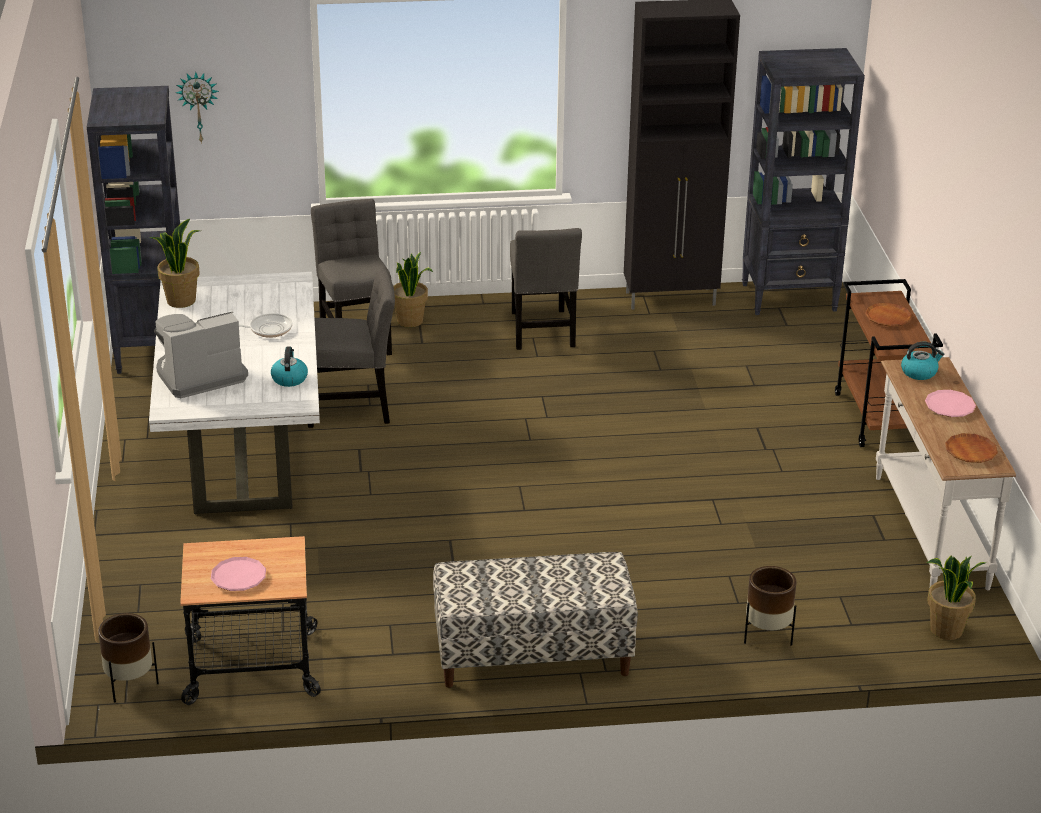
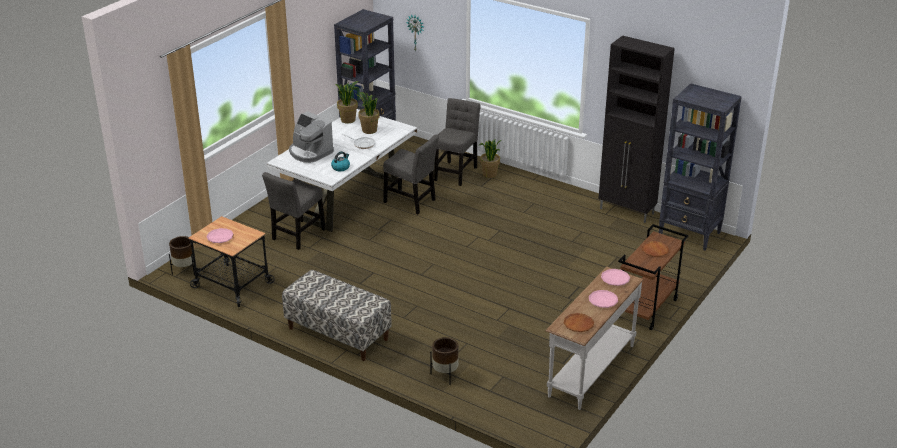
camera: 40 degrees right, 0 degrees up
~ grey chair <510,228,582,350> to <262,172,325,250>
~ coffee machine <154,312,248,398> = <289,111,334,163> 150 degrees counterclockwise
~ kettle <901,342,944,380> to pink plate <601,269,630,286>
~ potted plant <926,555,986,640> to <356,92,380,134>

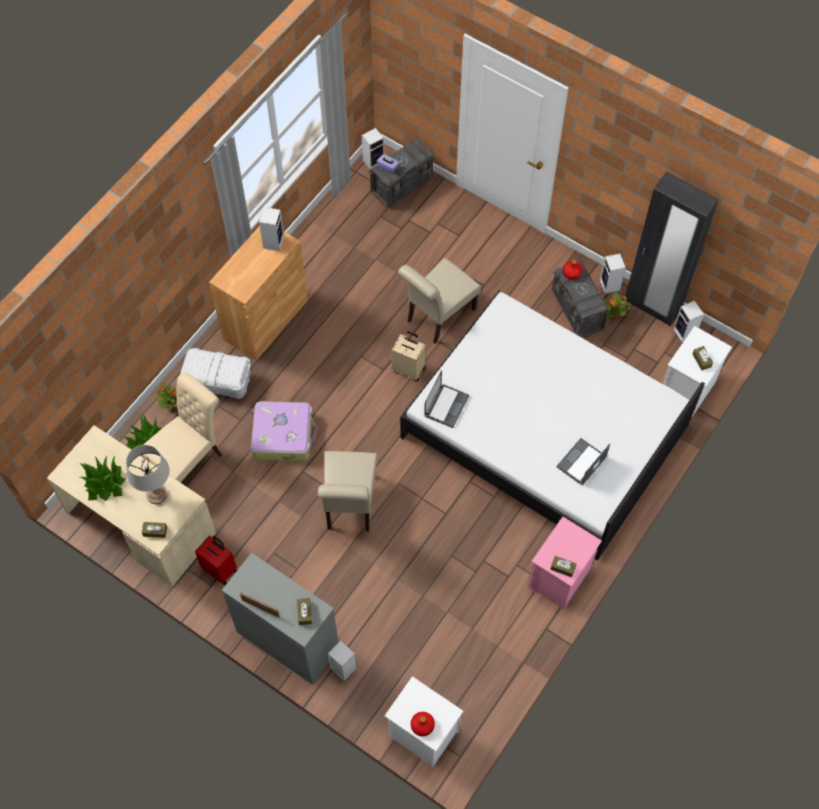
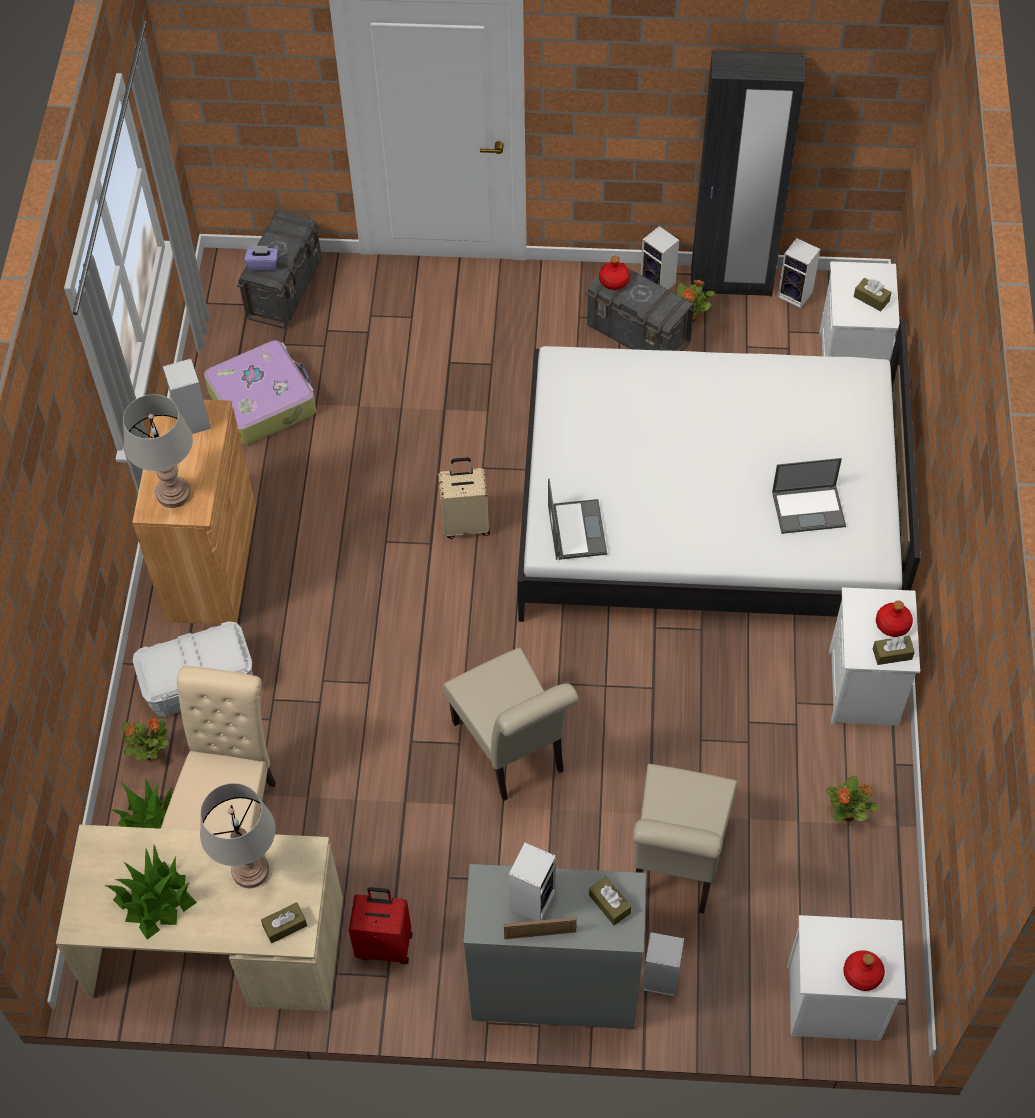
camera: 30 degrees left, 5 degrees down
~ speaker <362,128,384,169> to <508,843,556,921>
~ beige chair <398,258,481,344> to <633,764,737,914>
~ suitcase <251,401,317,461> to <204,340,316,445>
~ laptop <556,438,610,485> = <772,458,846,534> 105 degrees counterclockwise
~ pink nightstand <528,517,602,609> to white nightstand <829,587,920,726>
+ grey table lamp <123,394,193,508>
+ red bottle <876,601,913,637>
+ potted plant <826,776,878,822>

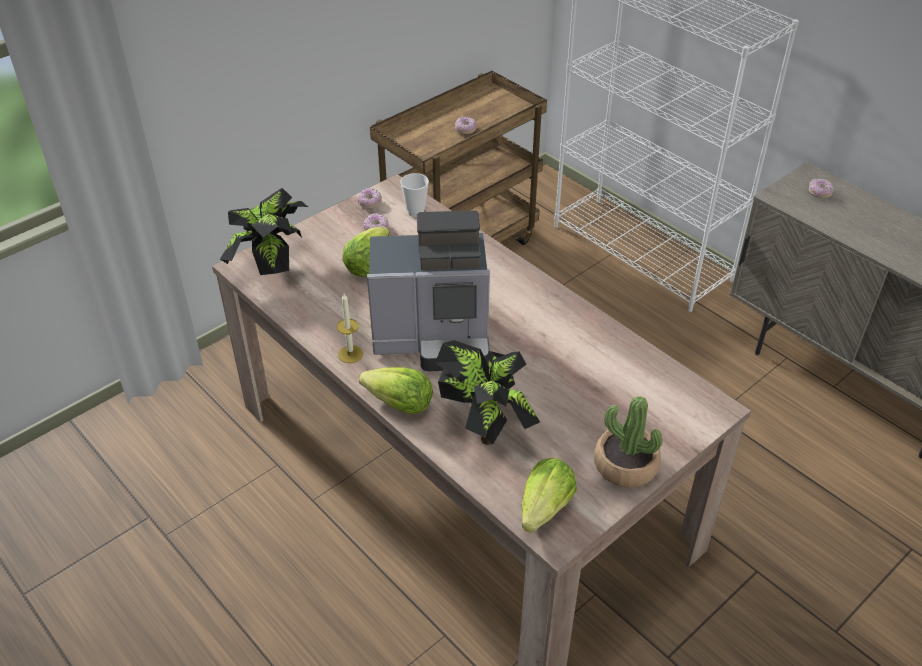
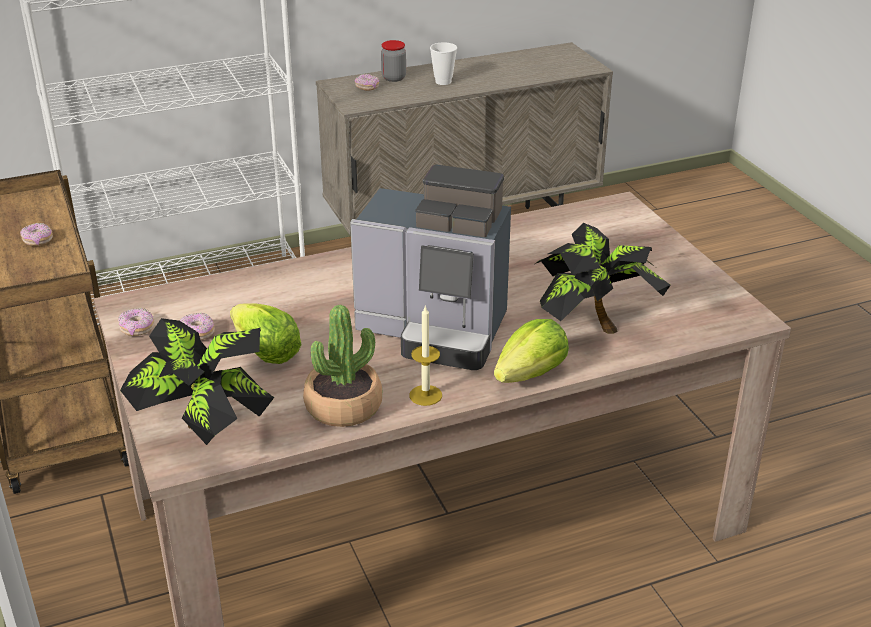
camera: 70 degrees left, 10 degrees down
~ cup <400,173,429,217> to <430,42,457,85>
~ coffee machine <367,210,490,371> = <350,165,511,370> 90 degrees clockwise
~ potted plant <594,396,662,488> to <303,305,382,427>
- lettuce <522,458,577,533>
+ jar <381,40,406,82>

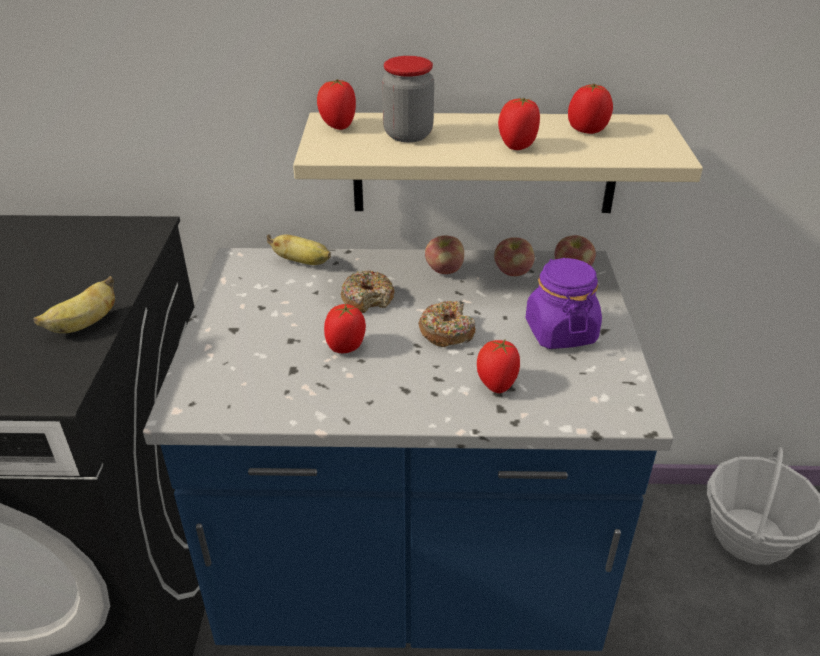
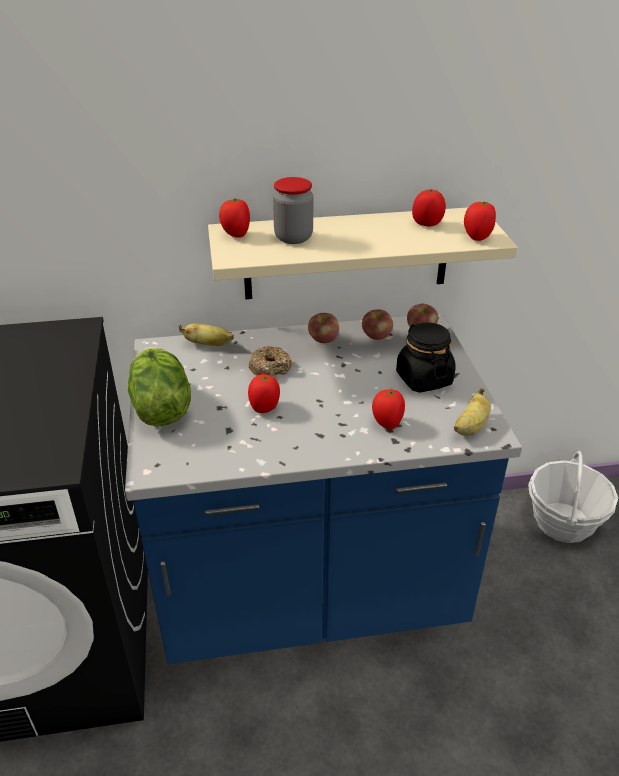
camera: 10 degrees left, 0 degrees up
~ tomato <498,98,540,150> to <464,202,496,241>
~ purple jar <526,258,602,349> to black jar <396,322,456,393>
~ banana <33,276,115,333> to <454,388,491,436>
- donut <418,301,475,347>
+ lettuce <128,347,191,426>

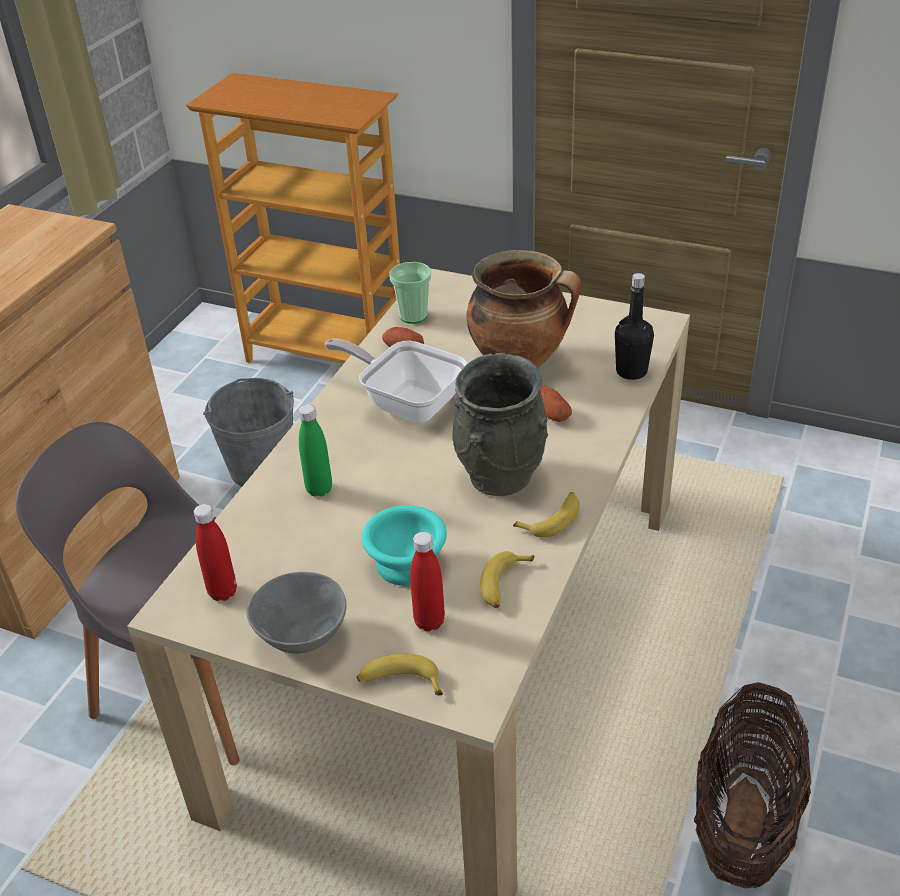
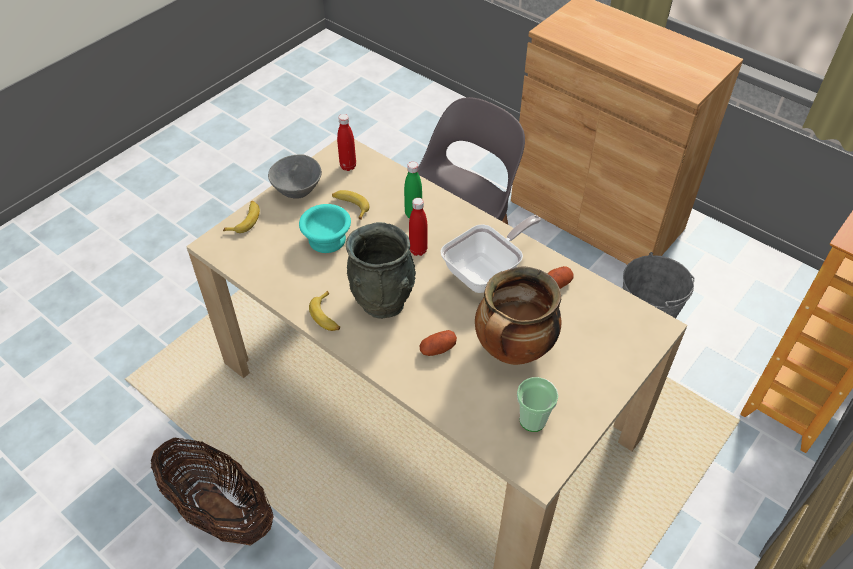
camera: 105 degrees right, 10 degrees up
~ cup <389,262,431,324> to <517,377,558,432>
- black bottle <615,273,654,380>
~ red bottle <410,532,445,631> to <409,198,428,256>
~ banana <480,551,534,608> to <332,190,369,220>

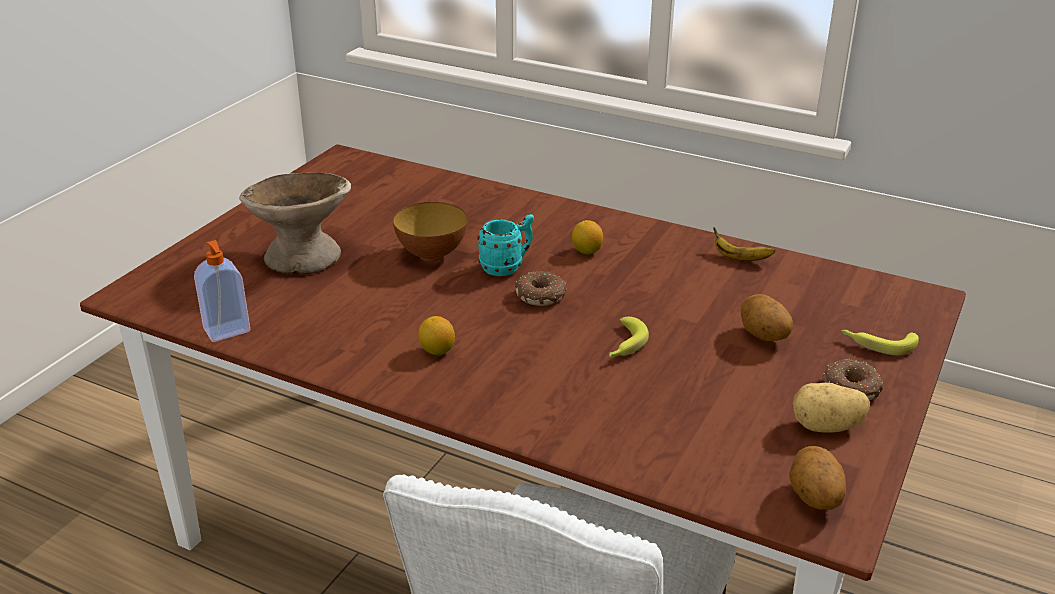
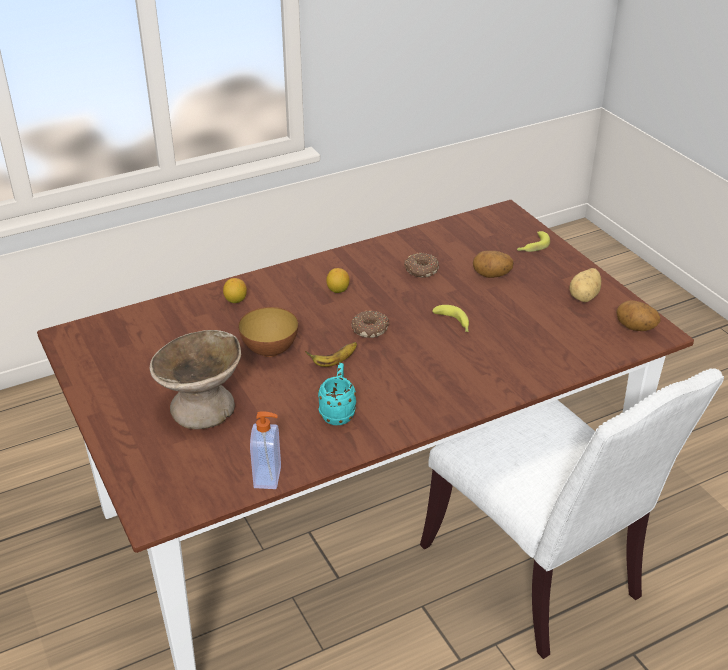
camera: 55 degrees left, 5 degrees up
~ turquoise mug <477,214,534,276> to <318,363,356,425>
~ banana <713,227,775,261> to <305,342,357,367>
~ lemon <418,316,455,355> to <223,278,247,303>
~ donut <822,359,883,400> to <404,253,439,277>

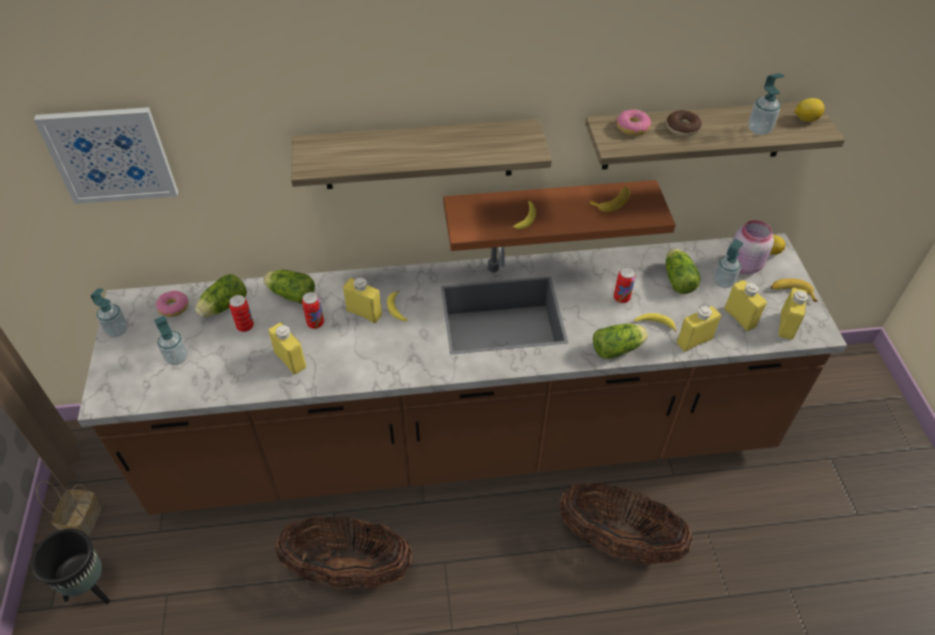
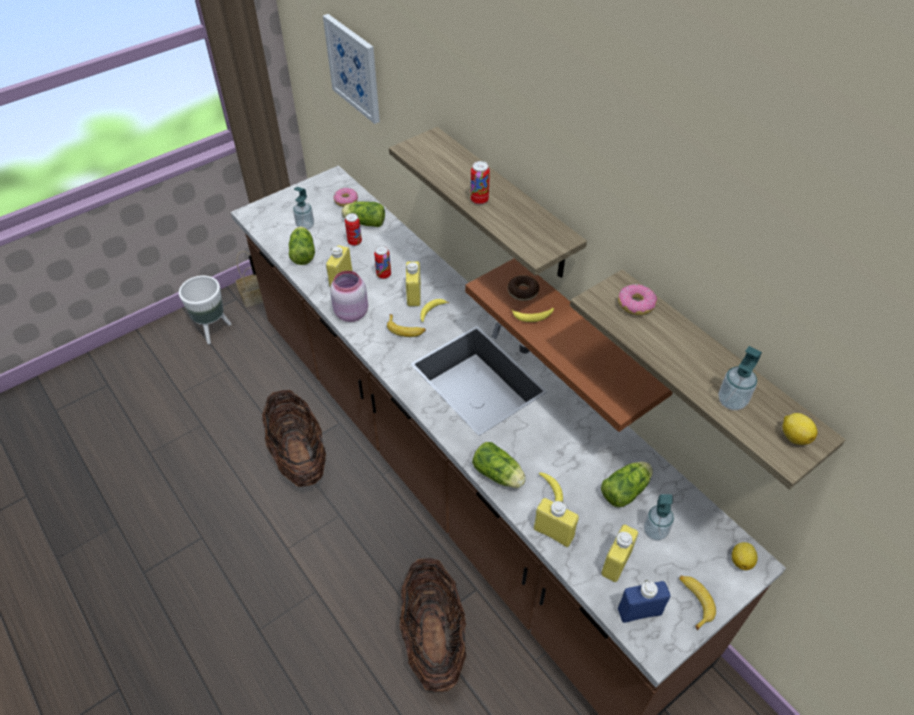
camera: 60 degrees right, 0 degrees up
~ donut <666,110,702,136> to <508,275,539,301>
~ banana <588,186,630,212> to <387,314,426,337>
~ pink jar <733,220,774,274> to <330,271,368,322>
~ can <614,267,635,303> to <470,161,490,205>
~ lettuce <263,270,315,304> to <289,226,315,265>
- soap dispenser <91,288,128,337>
~ yellow bottle <778,288,808,340> to blue bottle <618,580,671,623>
~ black planter <31,529,110,604> to white planter <179,276,232,344>

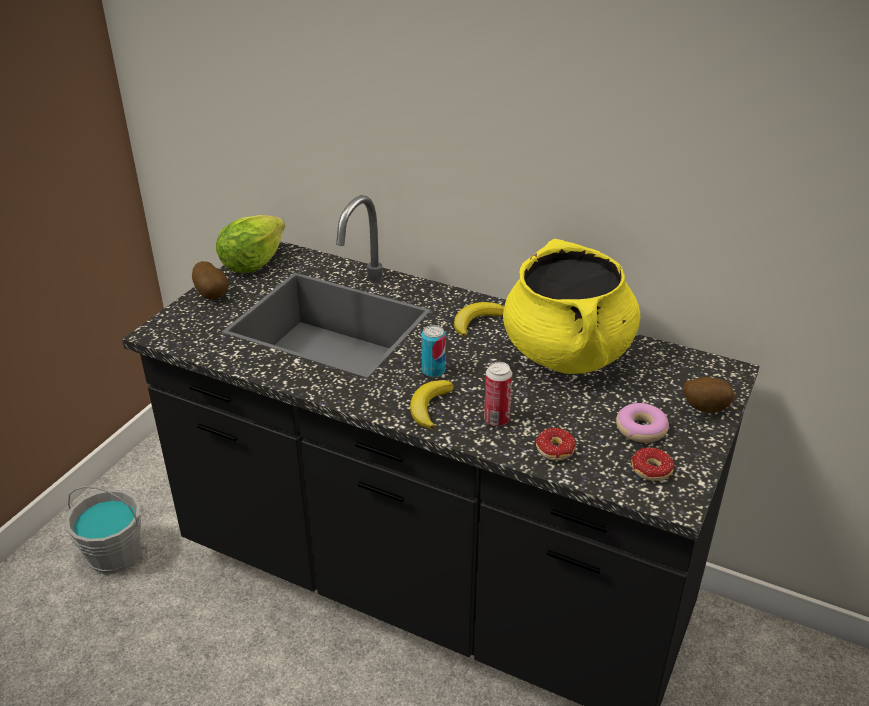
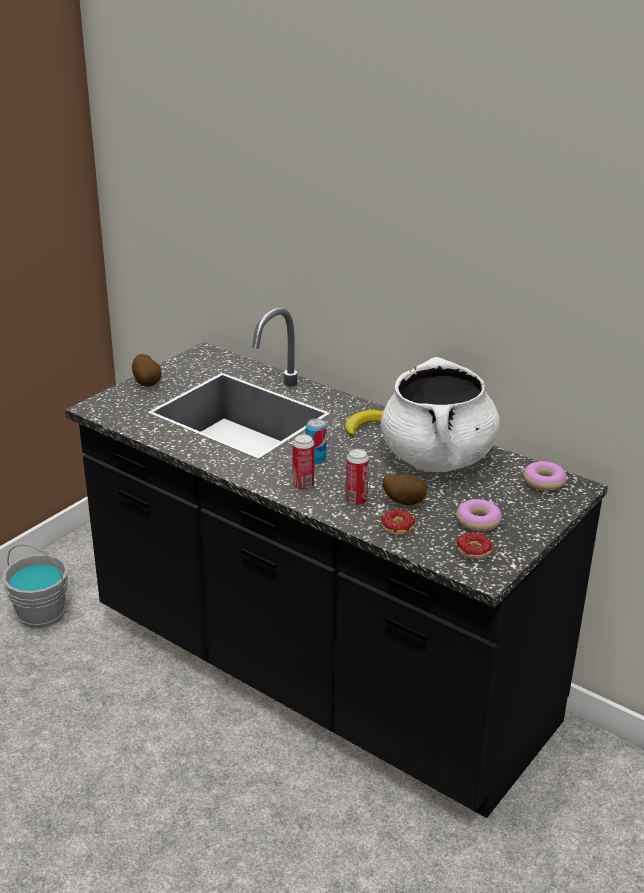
camera: 10 degrees right, 5 degrees down
- lettuce <216,215,285,273>
~ yellow cooking pot <503,239,640,374> to white cooking pot <381,357,500,472>
~ potato <684,377,735,413> to <383,474,427,506>
~ banana <410,380,454,429> to can <292,434,314,490>
+ donut <523,461,567,491>

